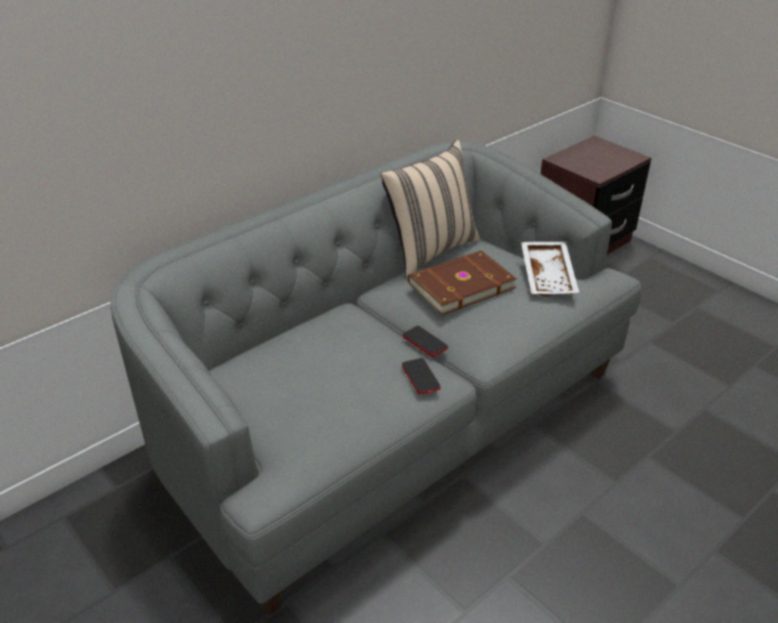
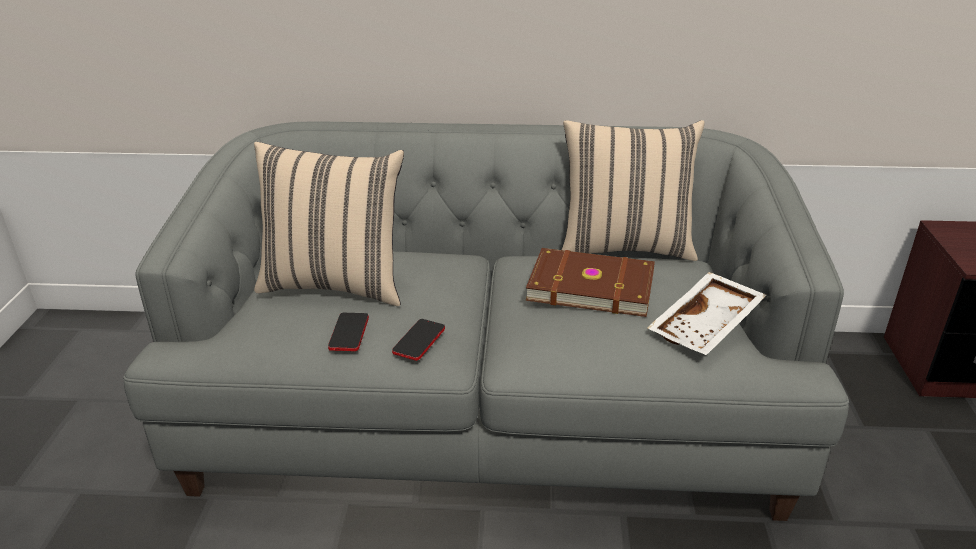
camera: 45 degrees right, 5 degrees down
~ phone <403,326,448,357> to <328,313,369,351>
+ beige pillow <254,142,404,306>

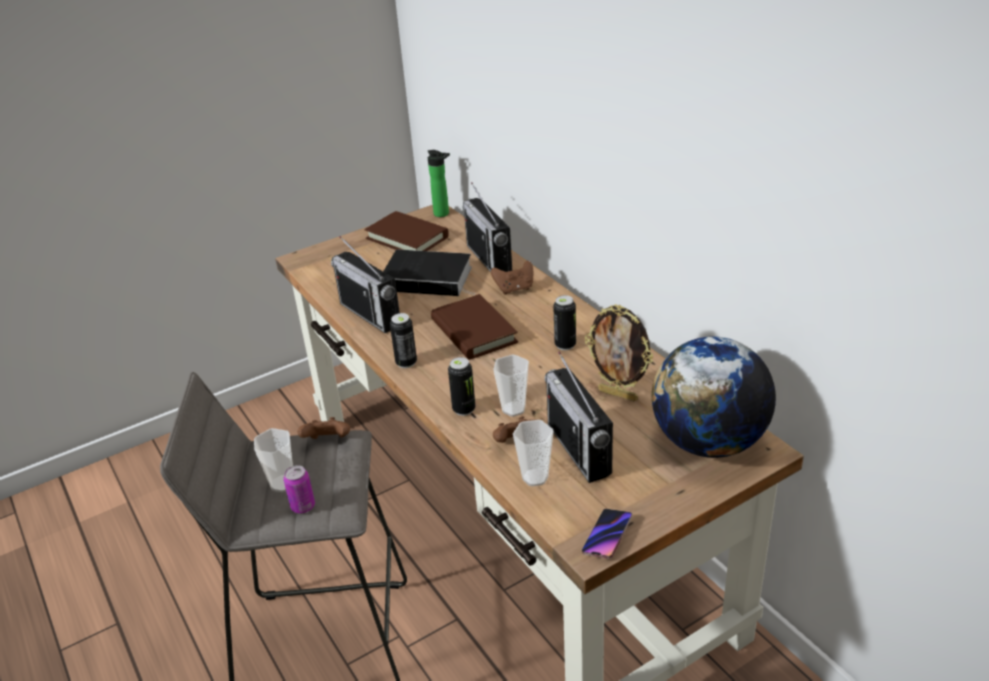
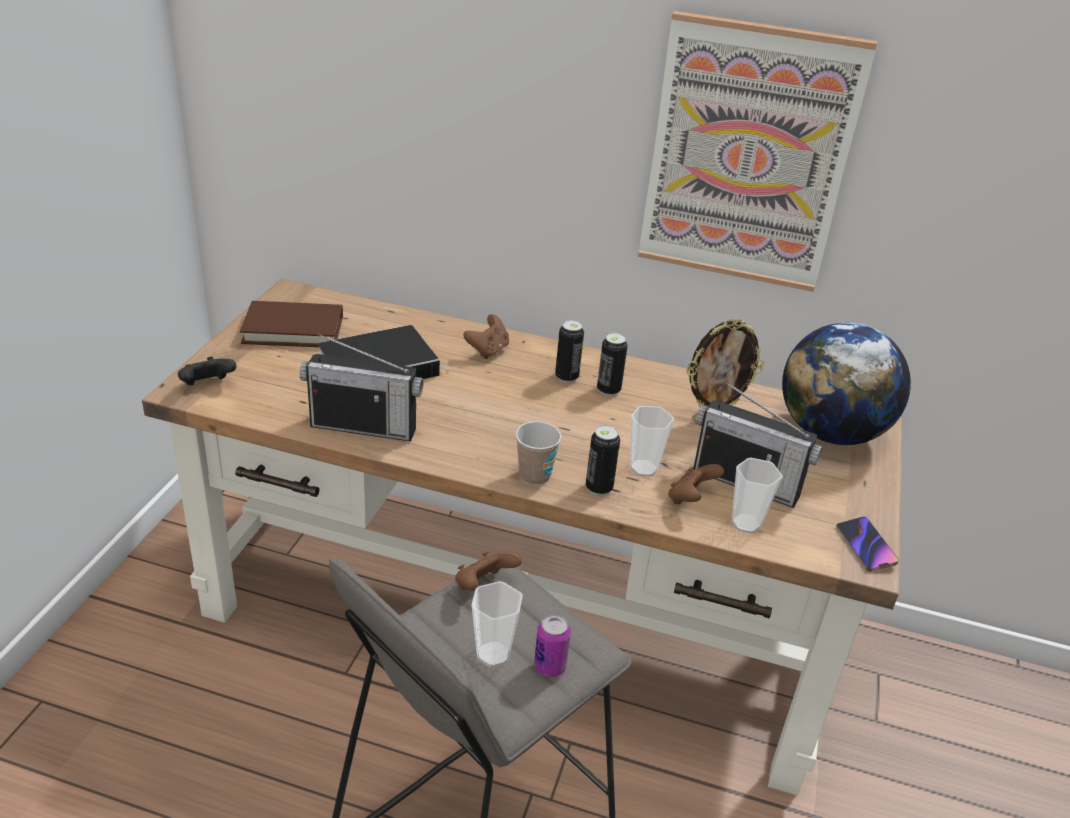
camera: 45 degrees left, 0 degrees up
- bottle <428,150,450,217>
- radio <463,182,512,272>
- brown book <431,294,518,360>
~ can <390,313,417,368> to <555,320,584,383>
+ picture <638,11,877,292>
+ black game controller <178,357,236,385>
+ cup <515,422,561,485>

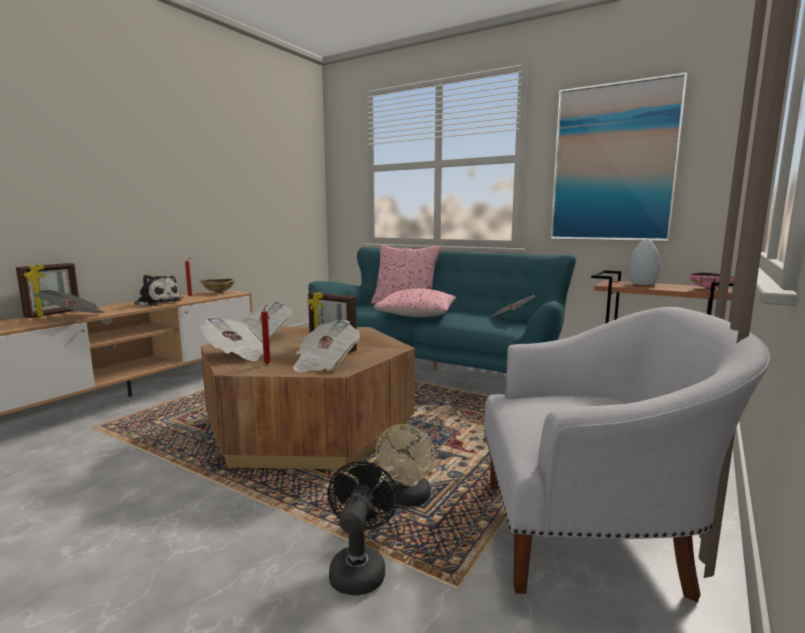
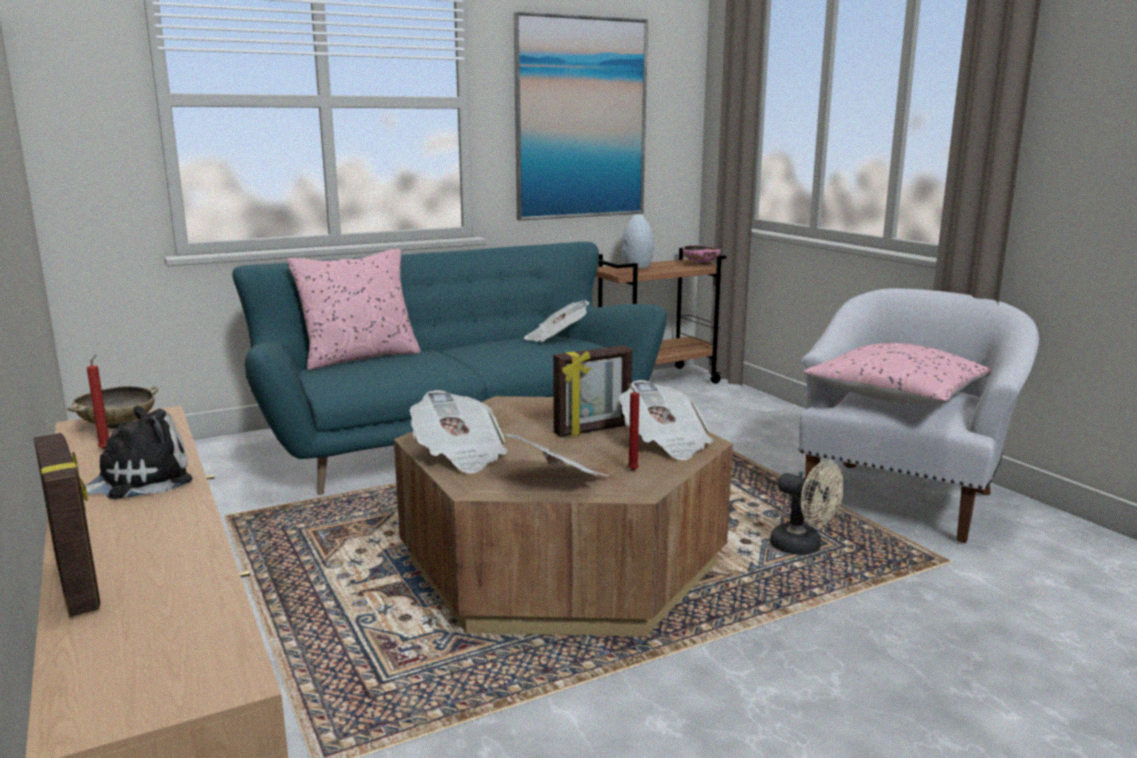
camera: 60 degrees left, 5 degrees up
~ pink pillow <374,289,456,317> to <804,343,992,404>
- newspaper <34,290,104,313>
- black fan <328,461,398,595>

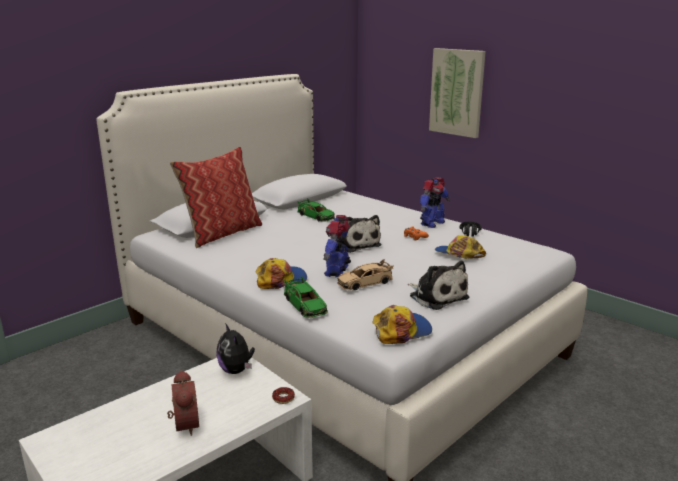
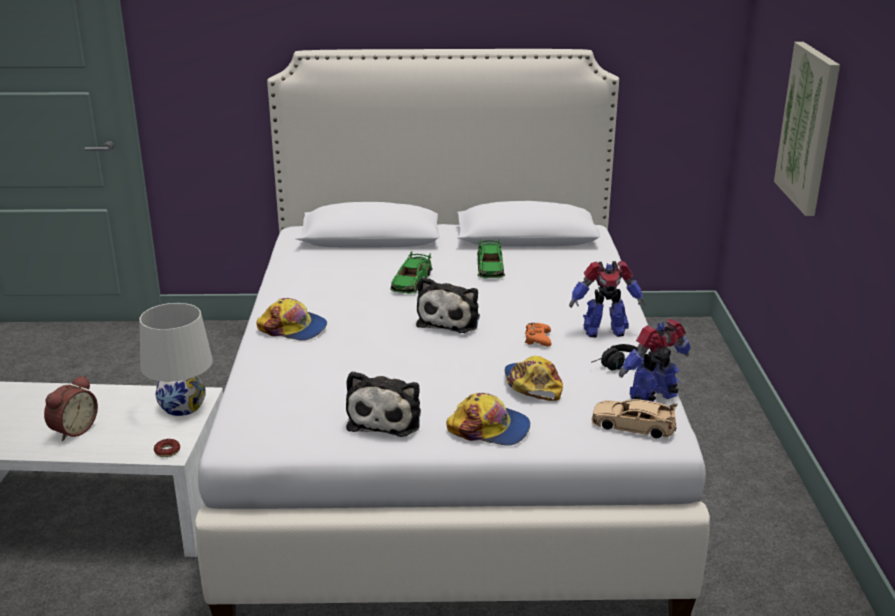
camera: 45 degrees right, 5 degrees up
- pillow <170,147,262,248>
~ toy robot <323,215,351,277> to <619,319,691,402>
~ beige toy car <337,259,394,290> to <592,399,678,438>
~ green toy car <283,276,328,318> to <390,251,433,294>
~ cap <373,305,432,344> to <446,393,530,446>
~ plush toy <216,323,255,374> to white table lamp <139,303,213,416>

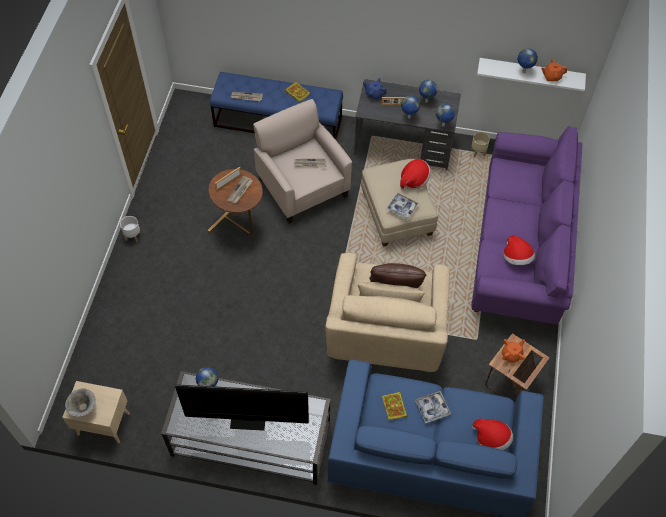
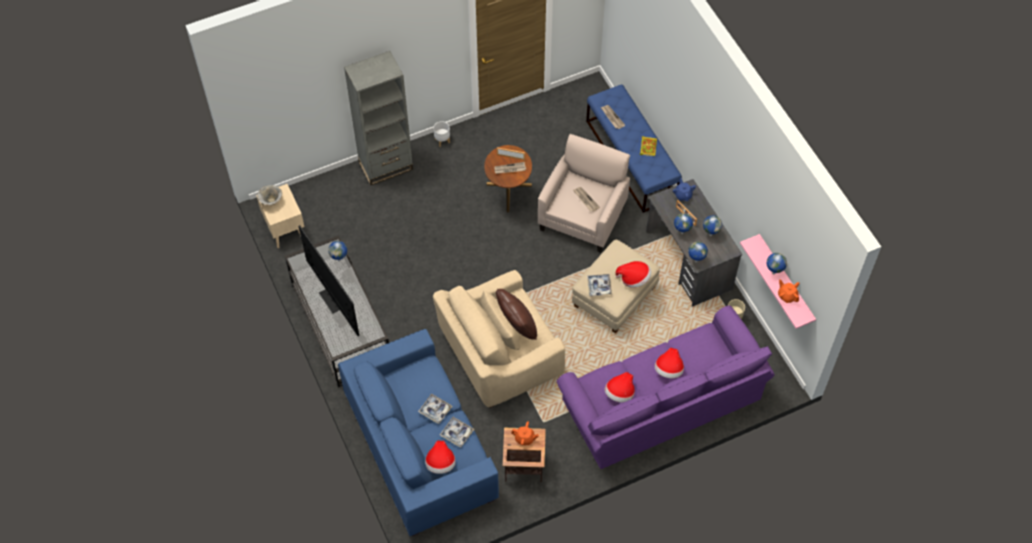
camera: 55 degrees right, 0 degrees up
~ white shelf <477,58,586,91> to pink shelf <740,234,816,329>
- book <382,392,408,420>
+ grey bookcase <344,51,413,185>
+ hat <655,348,684,378>
+ tray <440,417,474,447>

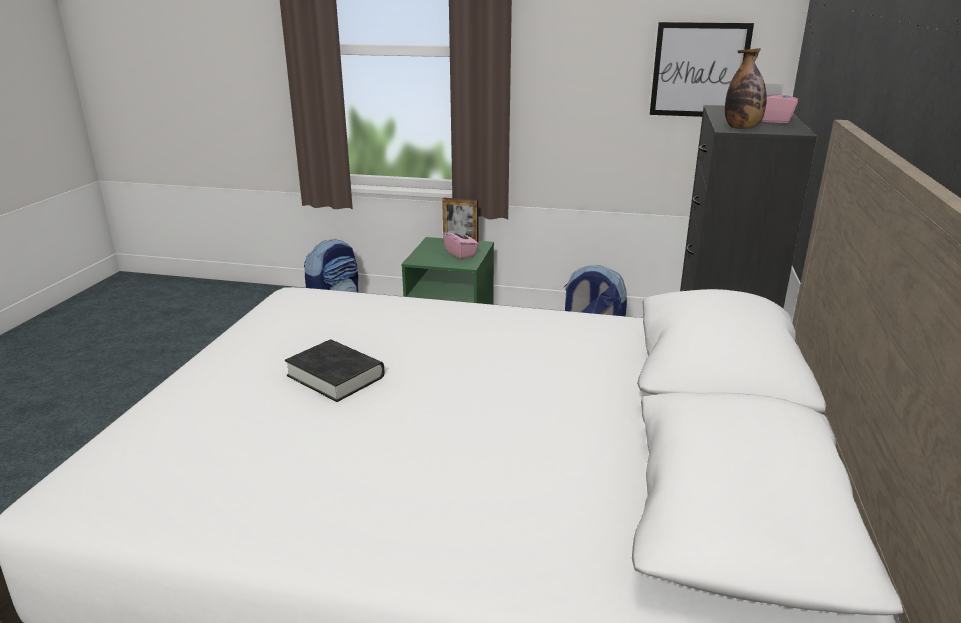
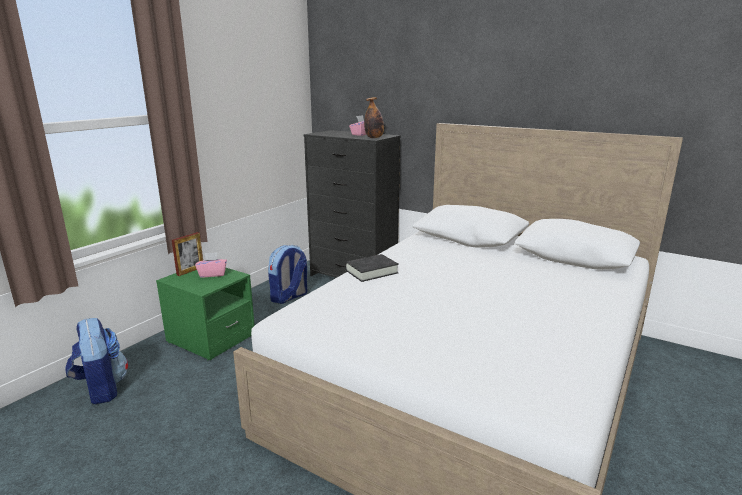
camera: 70 degrees left, 5 degrees down
- picture <650,22,754,117>
~ black book <285,340,384,402> to <345,254,399,282>

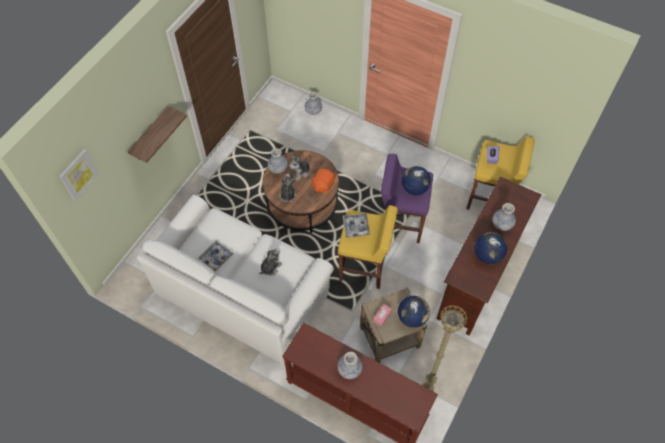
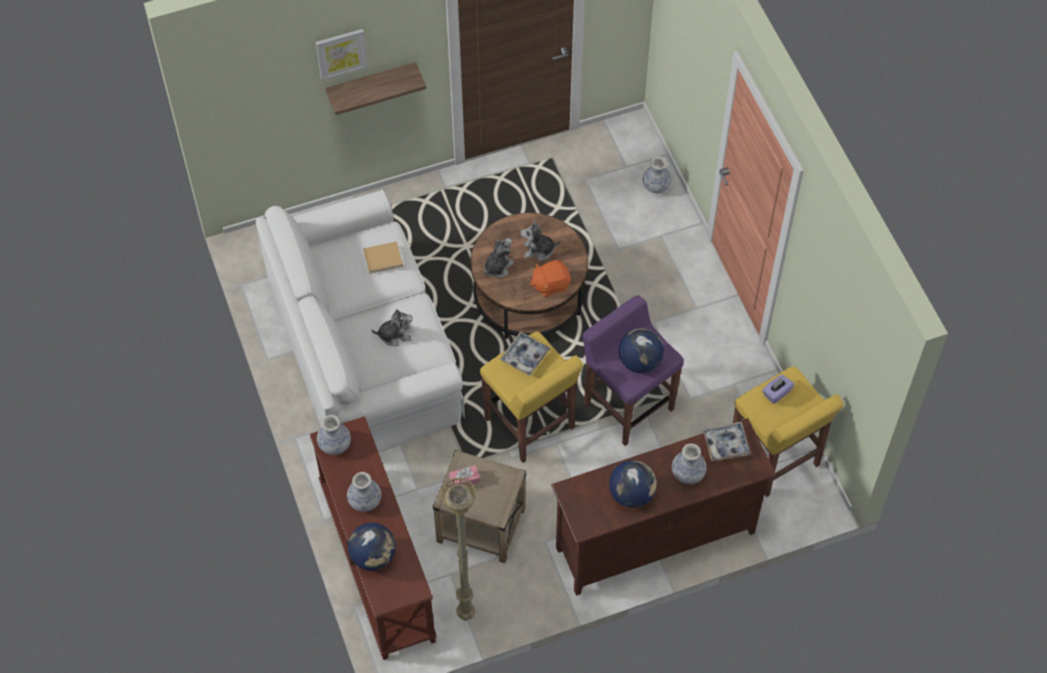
camera: 40 degrees right, 0 degrees up
~ vase <268,148,288,174> to <317,415,351,455>
~ picture <59,149,99,201> to <316,29,368,81>
~ tray <199,241,233,272> to <703,422,751,461>
~ globe <398,296,430,328> to <348,523,396,571>
+ beige book <363,241,403,274>

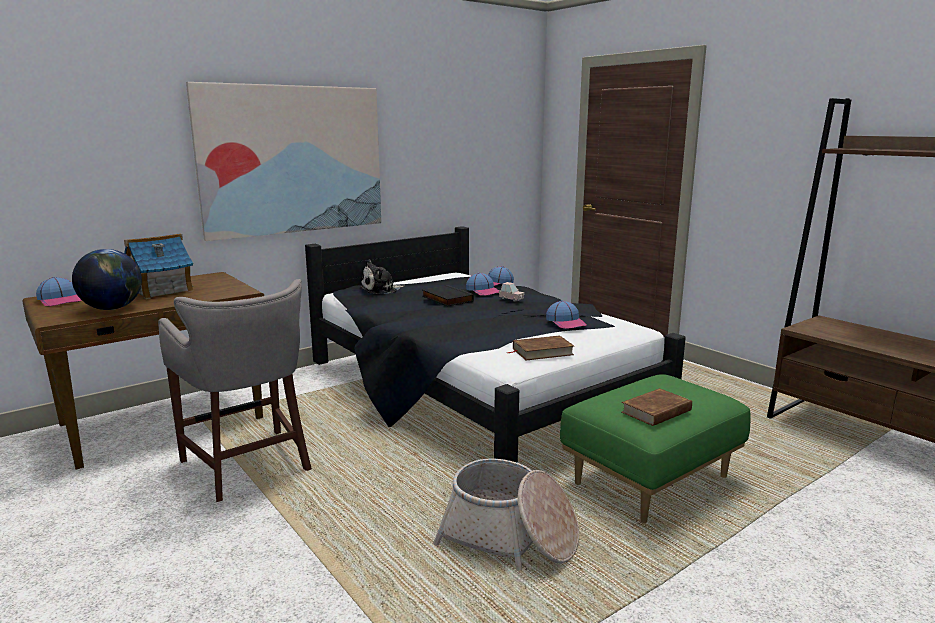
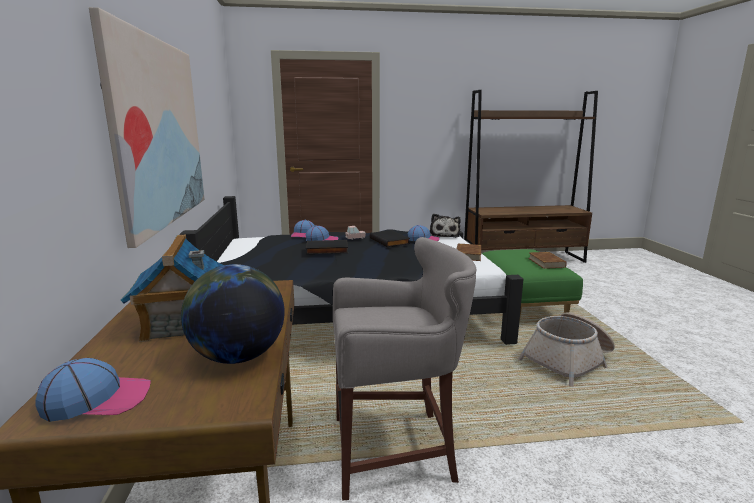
camera: 60 degrees left, 0 degrees up
~ plush toy <360,260,404,294> to <430,214,461,238>
+ black book <370,230,410,247>

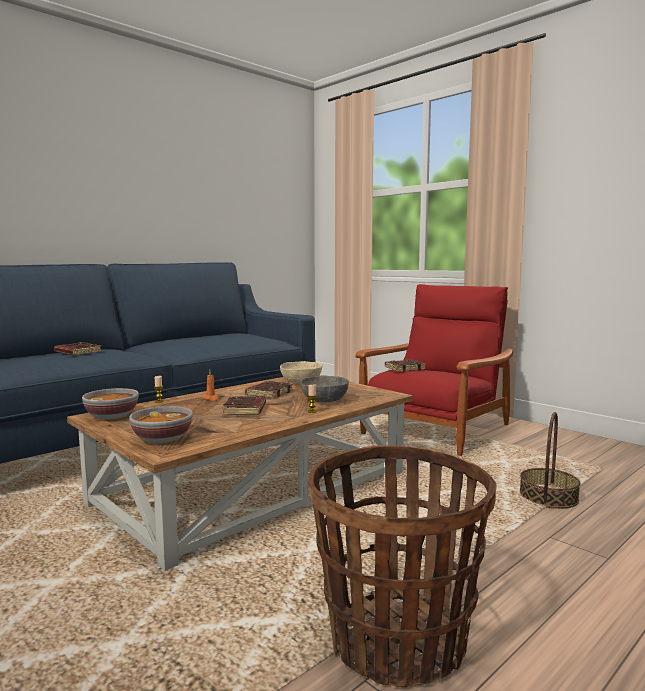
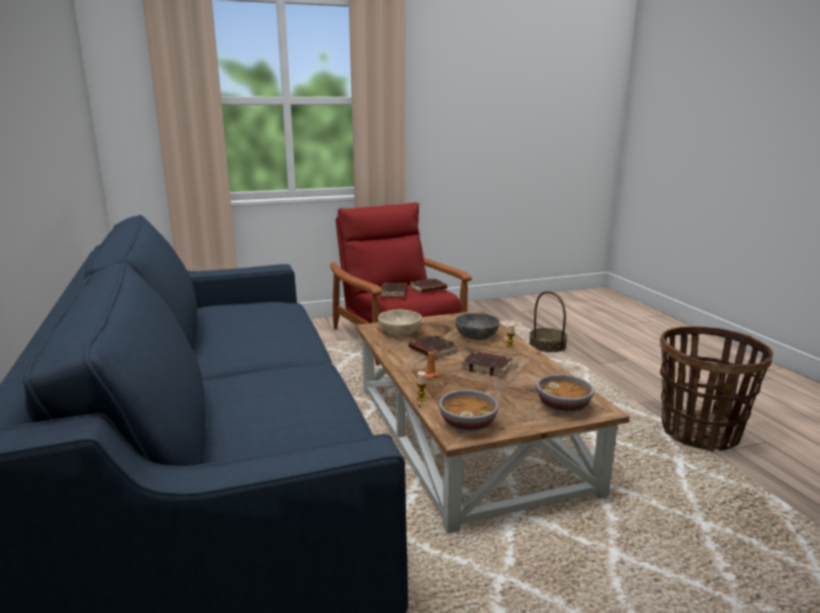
camera: 65 degrees left, 10 degrees up
~ brown book <54,342,102,355> to <410,278,447,293>

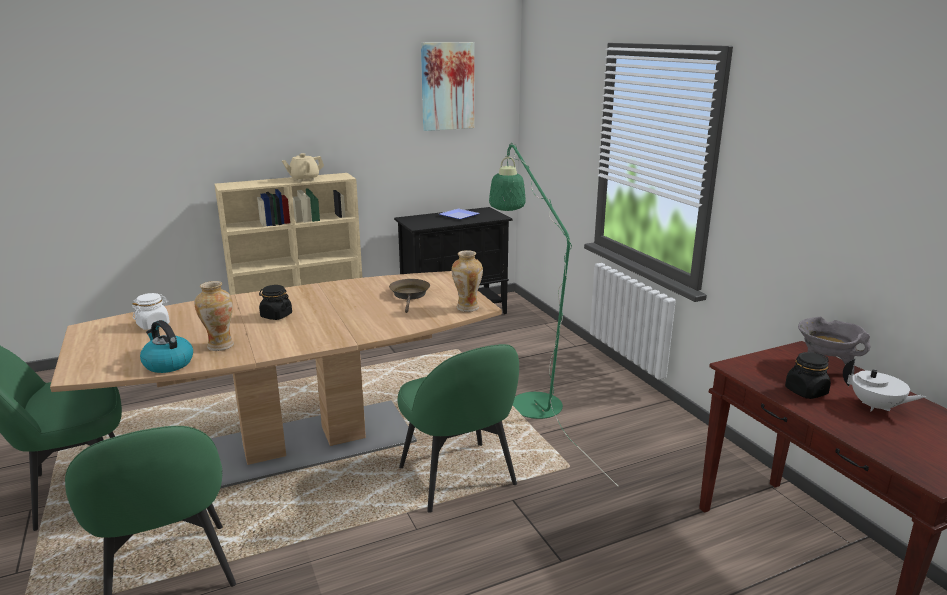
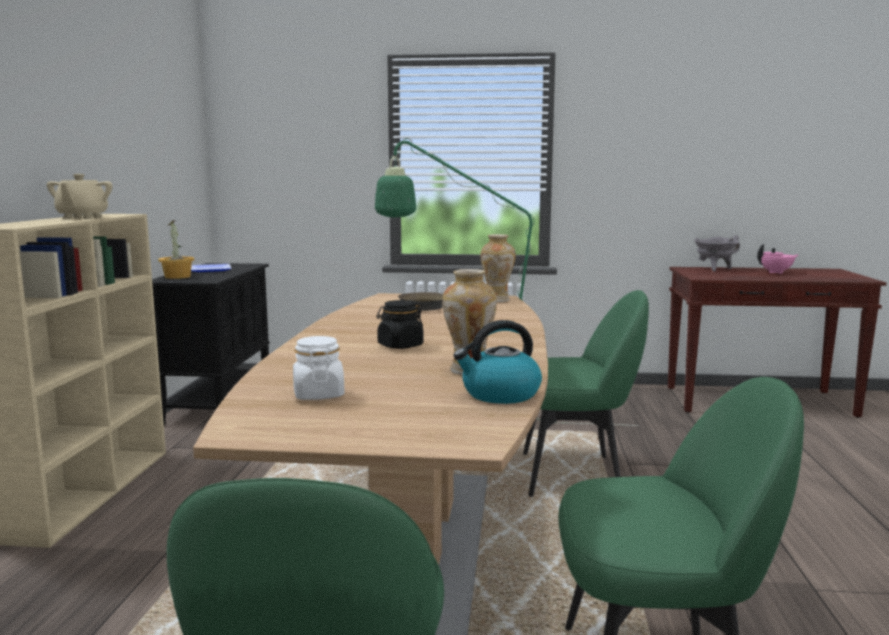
camera: 60 degrees left, 10 degrees down
- picture <421,42,474,131>
- black jar <785,352,831,399>
~ white teapot <843,359,926,412> to pink teapot <757,244,798,274>
+ potted plant <158,220,194,279>

